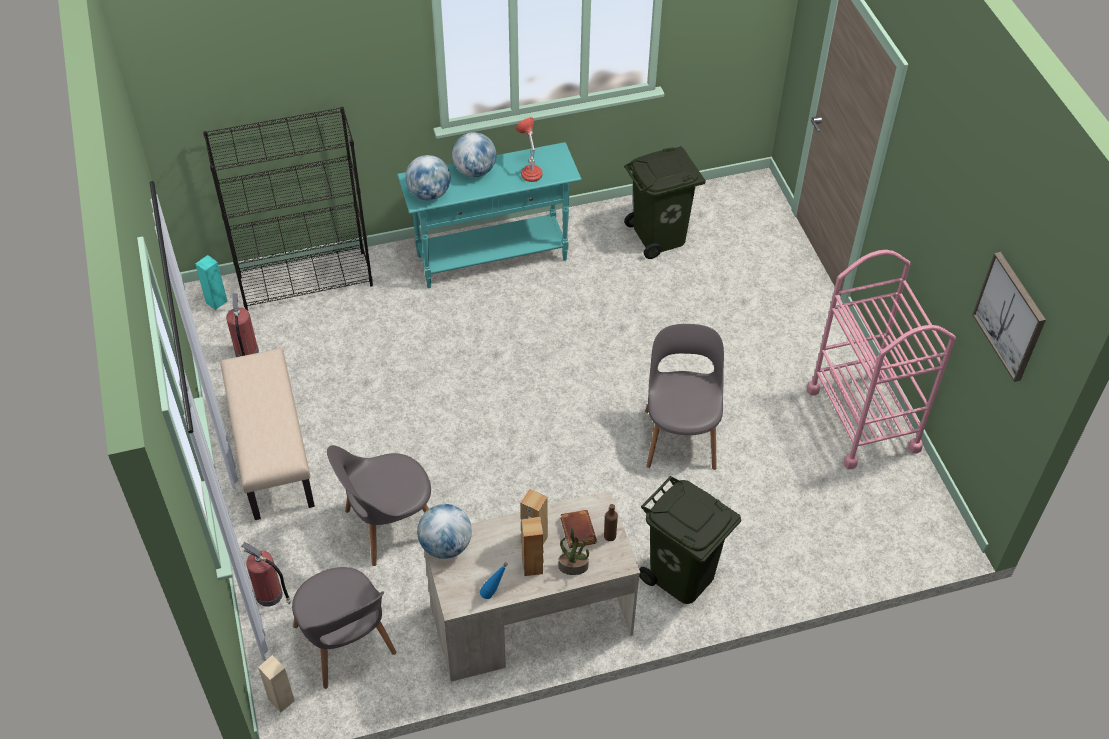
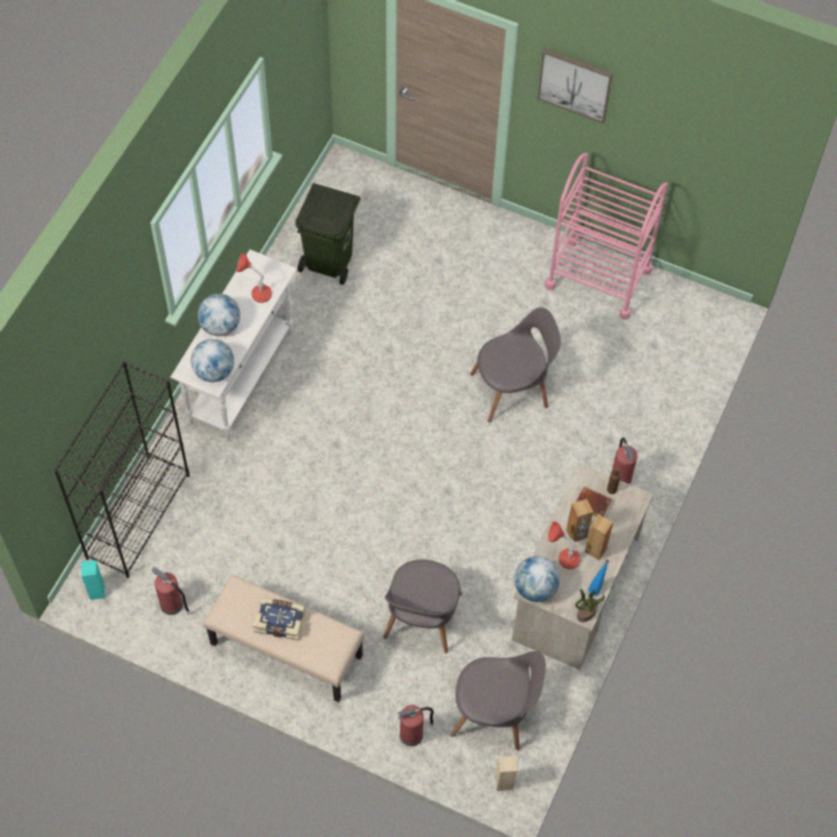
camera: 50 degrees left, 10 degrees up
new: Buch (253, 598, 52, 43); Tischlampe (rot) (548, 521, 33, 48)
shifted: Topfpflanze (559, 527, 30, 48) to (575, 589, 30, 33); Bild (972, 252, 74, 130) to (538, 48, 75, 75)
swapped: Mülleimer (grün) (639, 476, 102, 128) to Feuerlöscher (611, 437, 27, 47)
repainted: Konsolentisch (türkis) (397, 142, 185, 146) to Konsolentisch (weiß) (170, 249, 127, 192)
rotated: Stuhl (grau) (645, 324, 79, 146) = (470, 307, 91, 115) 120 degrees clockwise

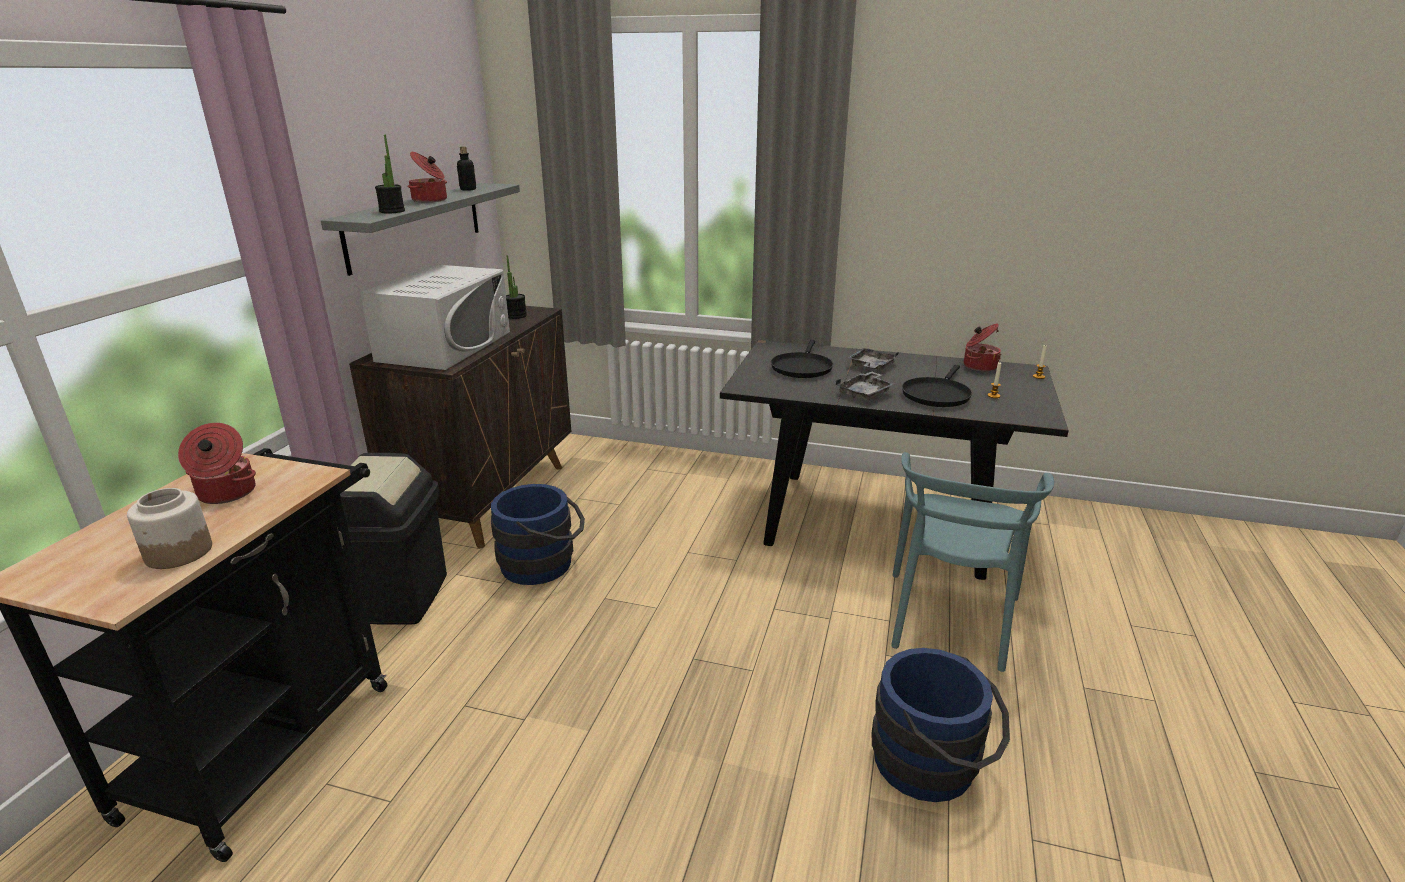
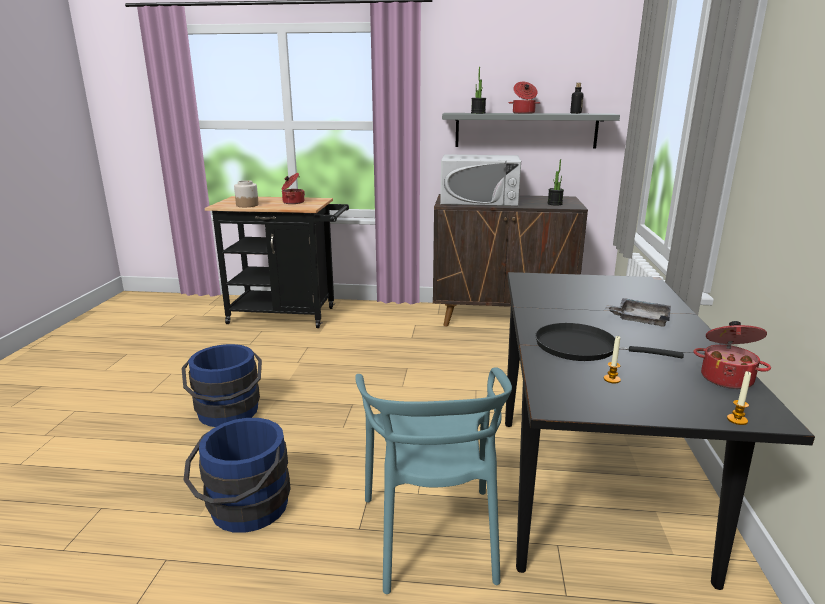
camera: 80 degrees right, 5 degrees down
gone: Mülleimer (schwarz) (340, 453, 107, 172); Pfanne (schwarz) (771, 340, 62, 38); Tablett (grau) (836, 371, 60, 29)
shifted: Eimer (blau) (491, 484, 94, 101) to (181, 344, 81, 83)
rotated: Stuhl (türkis) (891, 452, 163, 220) = (355, 367, 157, 227) 105 degrees counterclockwise

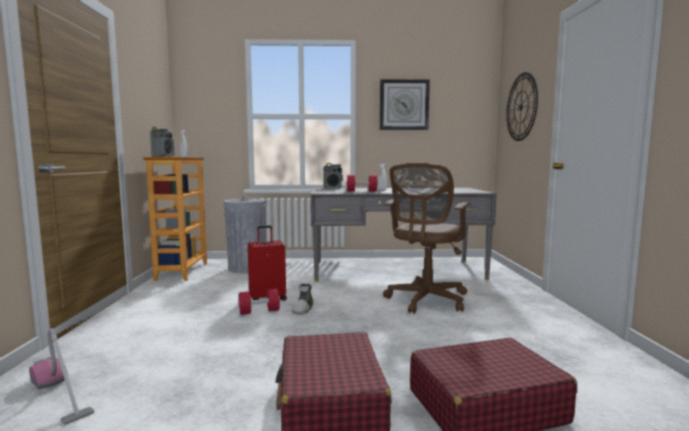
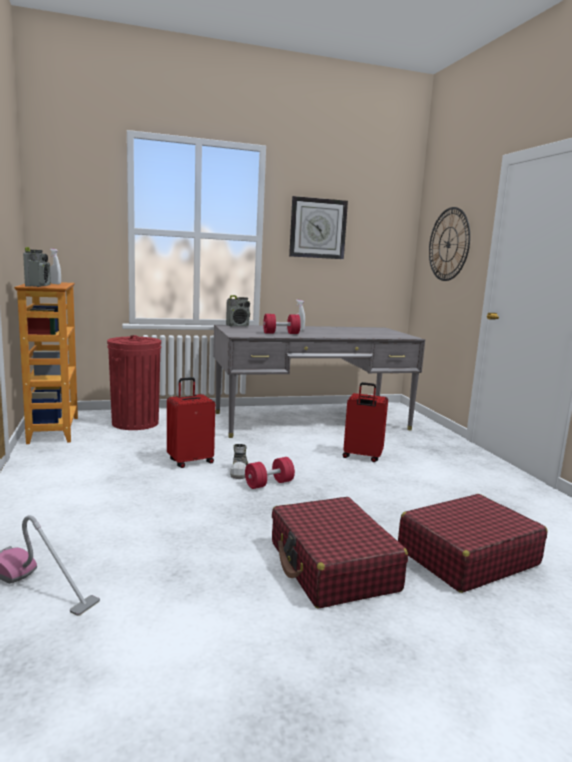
camera: 15 degrees left, 5 degrees up
shifted: Hantel (rot) (238, 289, 42, 26) to (245, 457, 50, 32)
swapped: Bürostuhl (braun) (383, 163, 88, 151) to Koffer (rot) (343, 382, 45, 80)
repainted: Mülleimer (grau) (223, 196, 44, 78) to Mülleimer (rot) (107, 335, 54, 95)

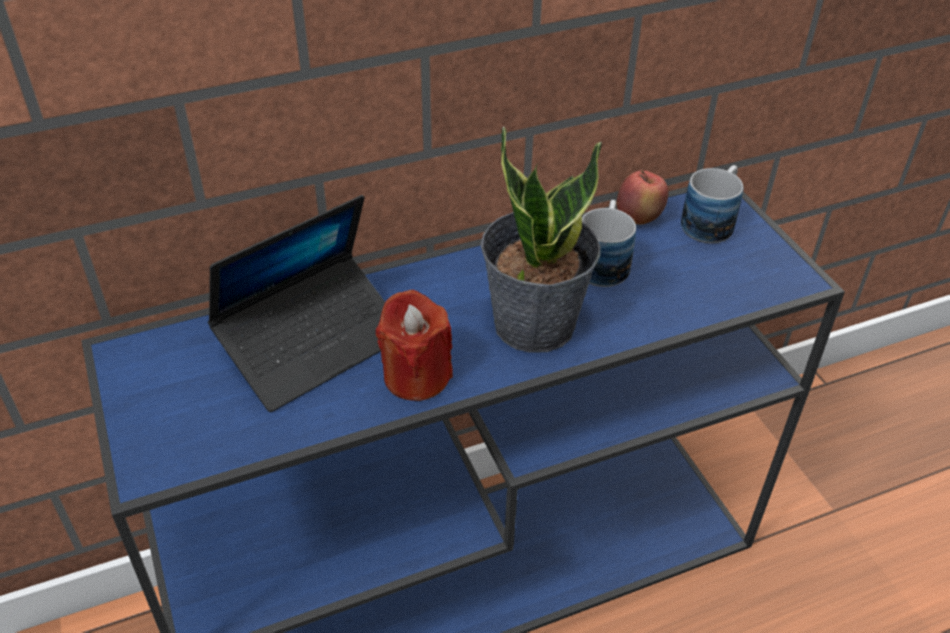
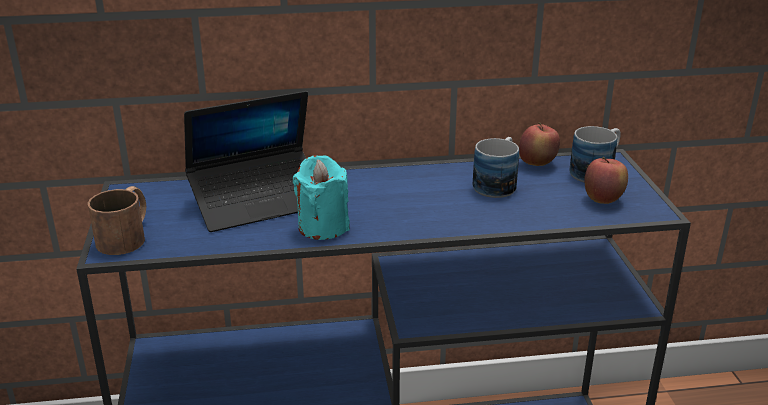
camera: 15 degrees right, 15 degrees down
gone: Topfpflanze (480, 126, 122, 227)
new: Henkelbecher (braun) (88, 186, 58, 69); Apfel (585, 157, 43, 47)
repainted: Kerze (rot) (376, 289, 77, 112) to Kerze (türkis) (293, 155, 57, 85)

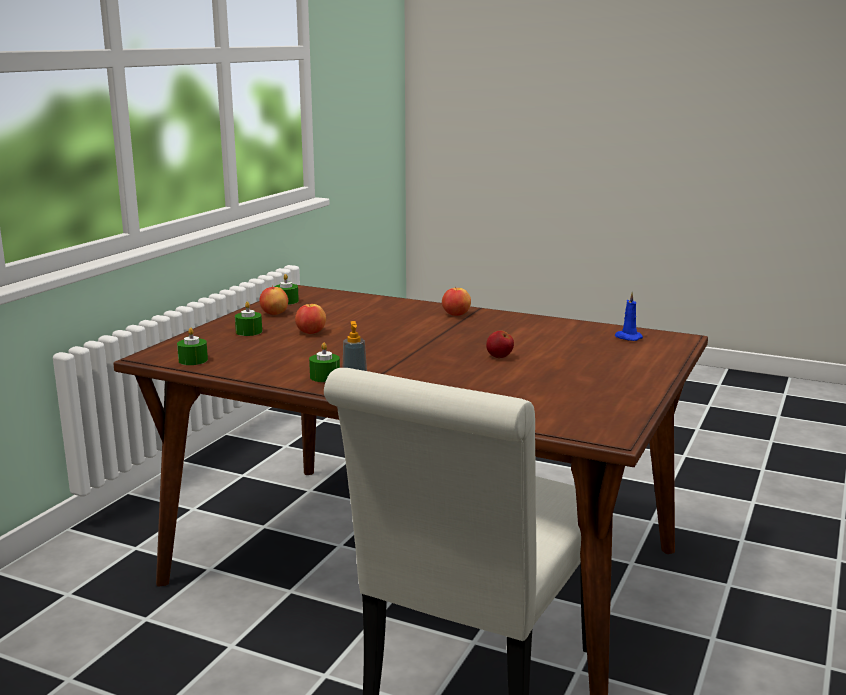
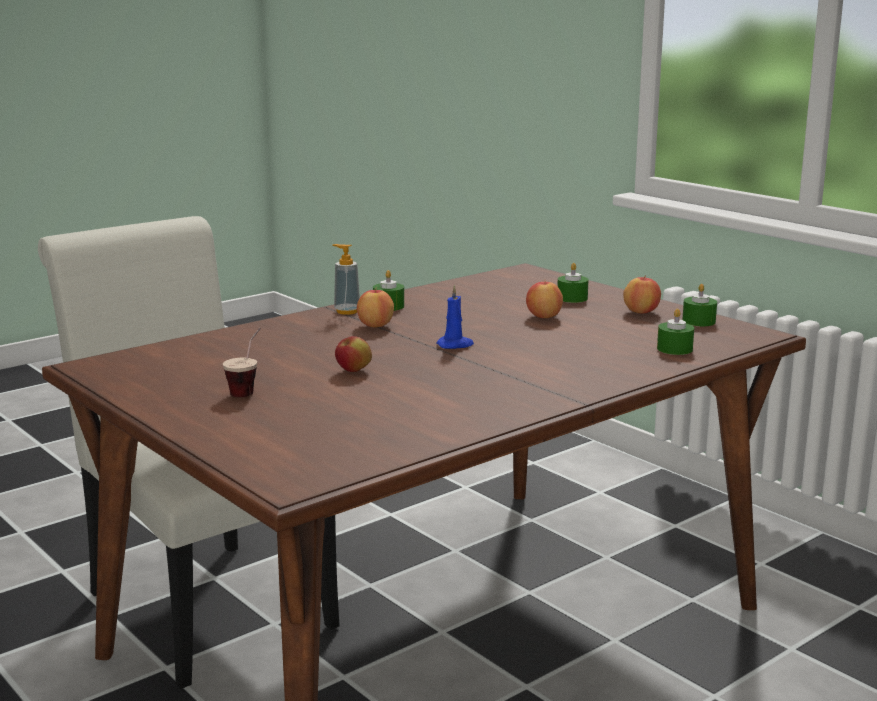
camera: 115 degrees right, 0 degrees up
new: Tasse (223, 328, 38, 69)
shifted: Kerze (grün) (177, 328, 31, 37) to (657, 309, 37, 46); Apfel (442, 287, 29, 29) to (357, 290, 37, 37); Kerze (blau) (615, 292, 28, 49) to (436, 285, 38, 64)

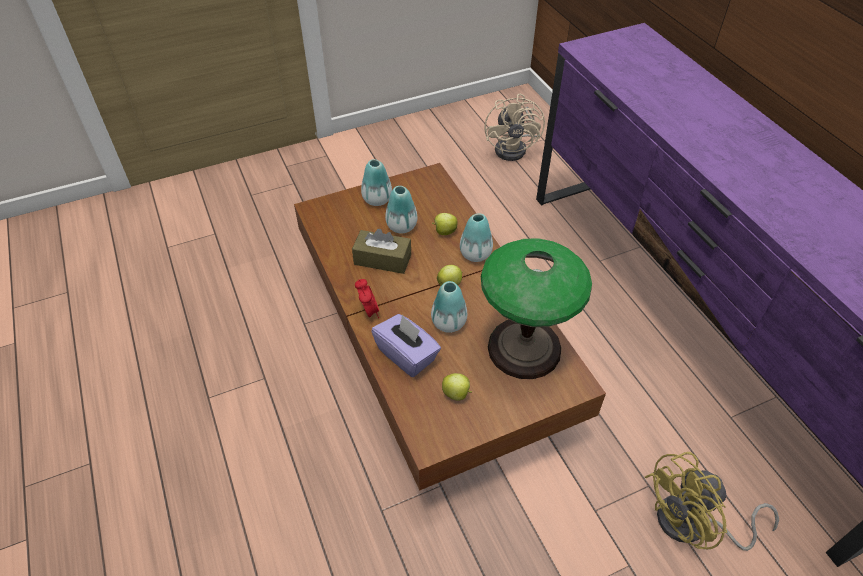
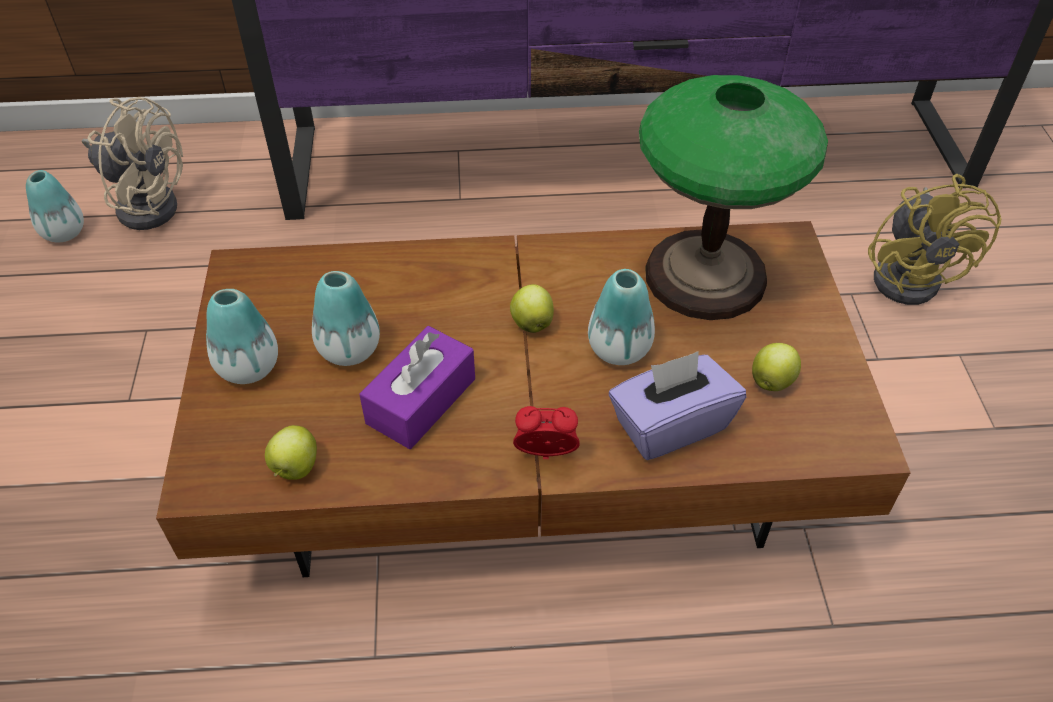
camera: 70 degrees left, 0 degrees up
shifted: Apfel (432, 213, 26, 22) to (265, 425, 52, 55); Vase (460, 213, 33, 49) to (26, 170, 58, 73)
repainted: Taschentuchbox (braun) (352, 229, 59, 45) to Taschentuchbox (lila) (359, 326, 116, 123)

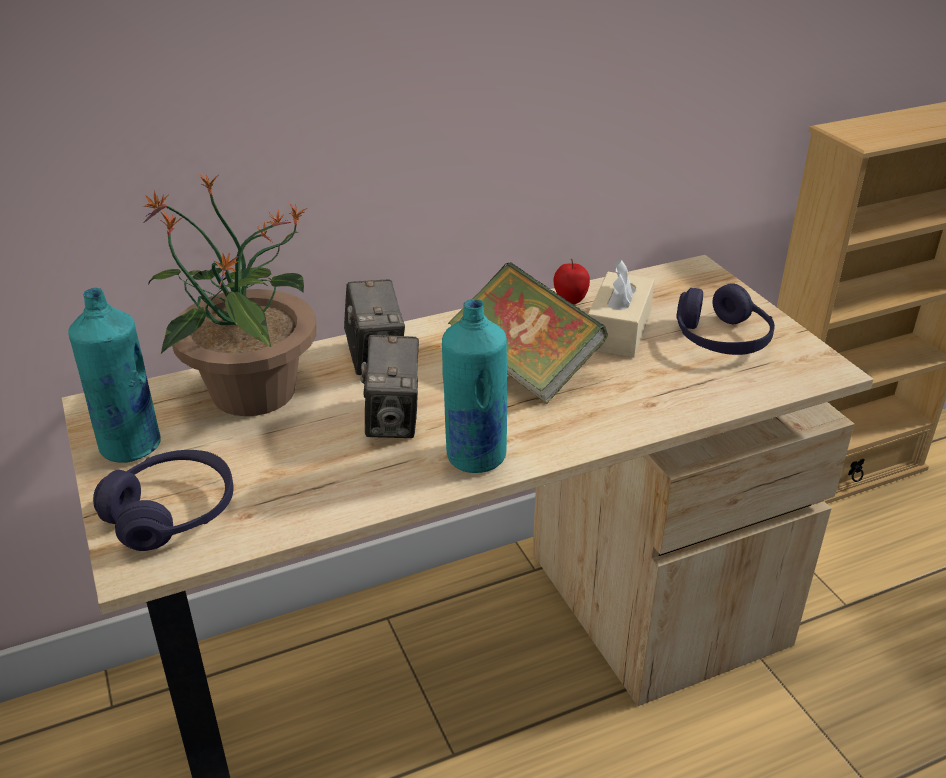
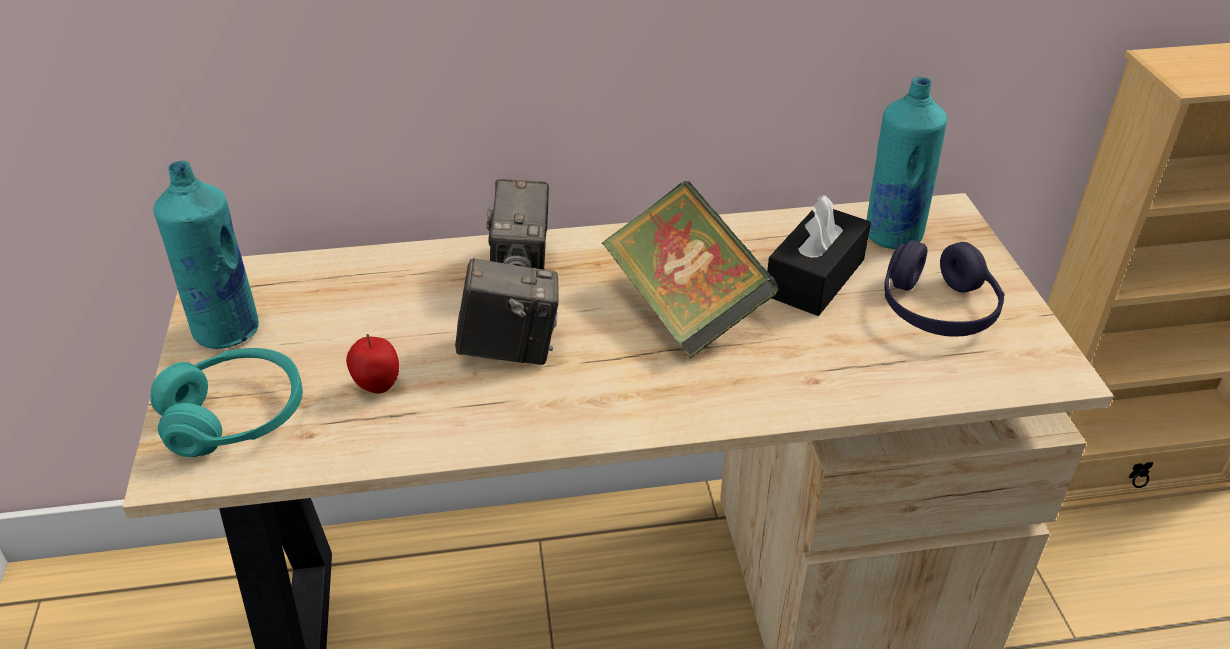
camera: 15 degrees right, 5 degrees up
gone: Topfpflanze (142, 172, 175, 244)
shifted: Flasche (türkis) (442, 299, 65, 174) to (867, 77, 80, 172); Apfel (553, 259, 37, 46) to (346, 334, 53, 59)
repainted: Kopfhörer (lila) (93, 450, 141, 101) to Kopfhörer (türkis) (150, 348, 153, 109); Taschentuchbox (beige) (588, 259, 66, 99) to Taschentuchbox (schwarz) (767, 195, 104, 121)
rotated: Kamera (361, 335, 58, 103) = (455, 258, 104, 107) 105 degrees counterclockwise

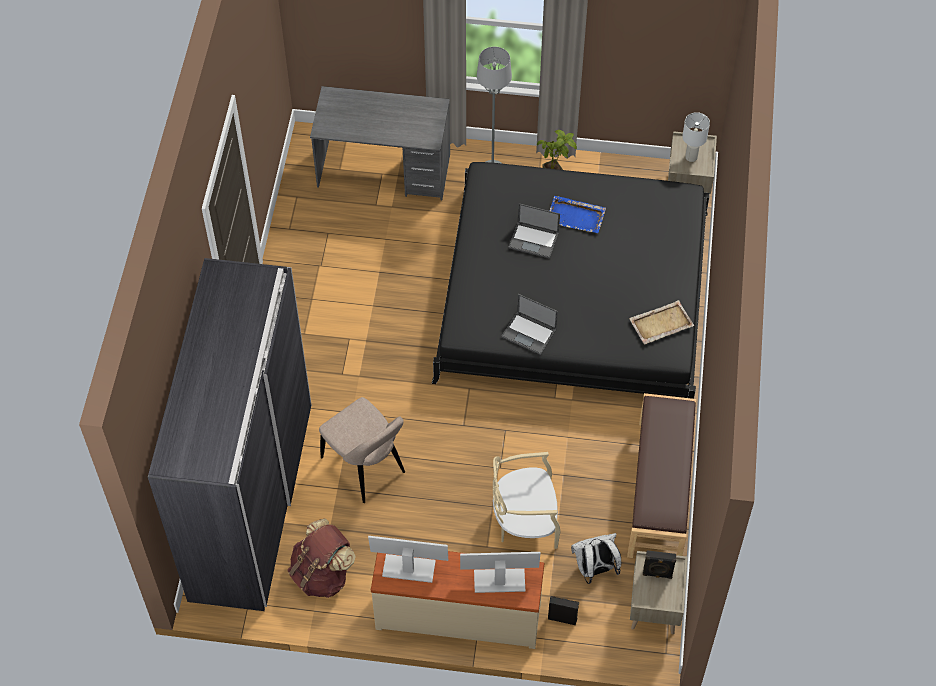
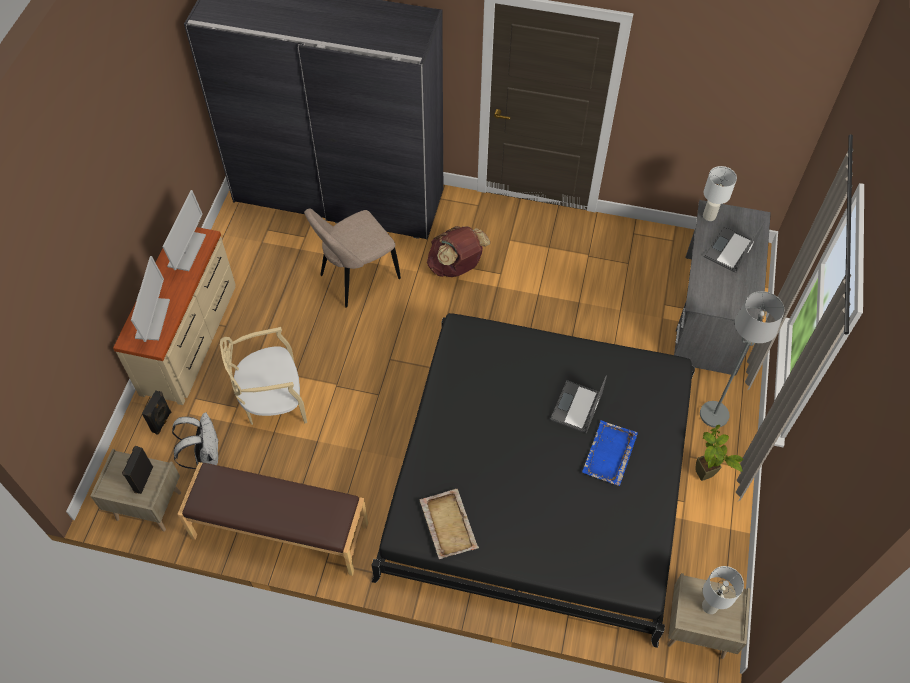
camera: 95 degrees right, 0 degrees up
new: Tischlampe (weiß) (703, 166, 34, 55)
shifted: Rucksack (braun) (287, 519, 69, 79) to (427, 226, 63, 51); Laptop (501, 294, 57, 61) to (704, 222, 60, 51)
rotated: Stuhl (beige) (493, 452, 68, 97) = (220, 327, 87, 98) 105 degrees counterclockwise

